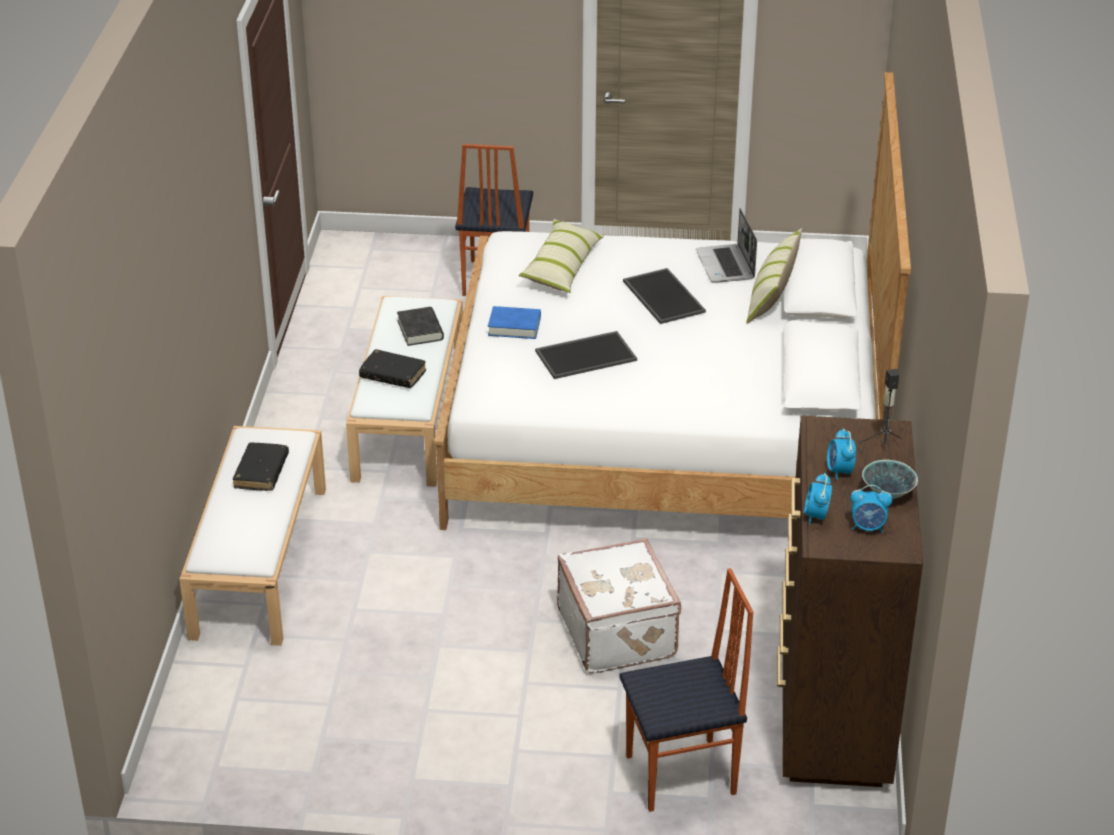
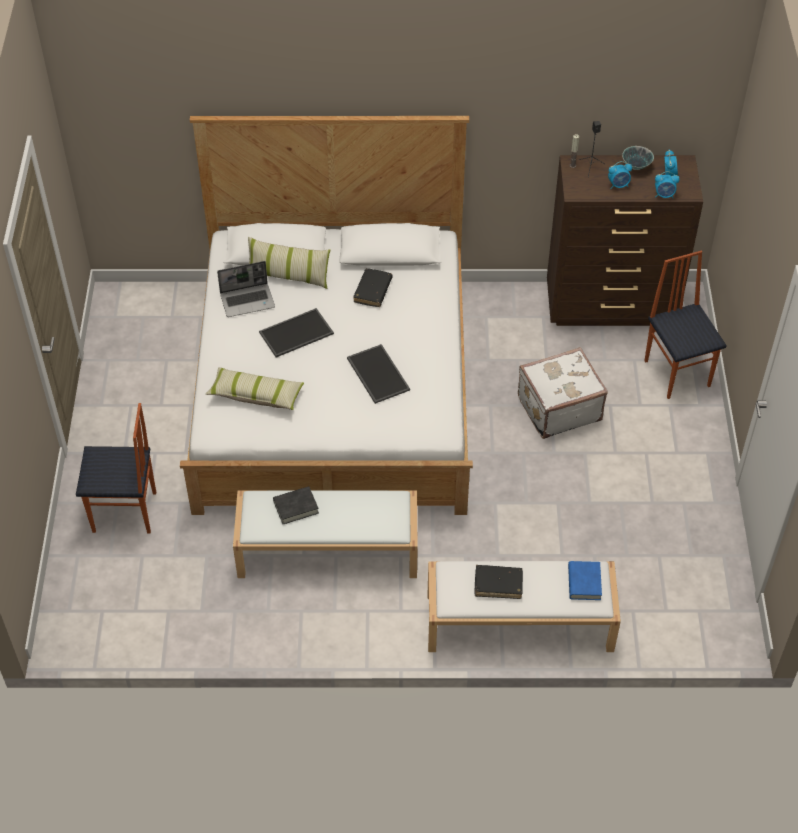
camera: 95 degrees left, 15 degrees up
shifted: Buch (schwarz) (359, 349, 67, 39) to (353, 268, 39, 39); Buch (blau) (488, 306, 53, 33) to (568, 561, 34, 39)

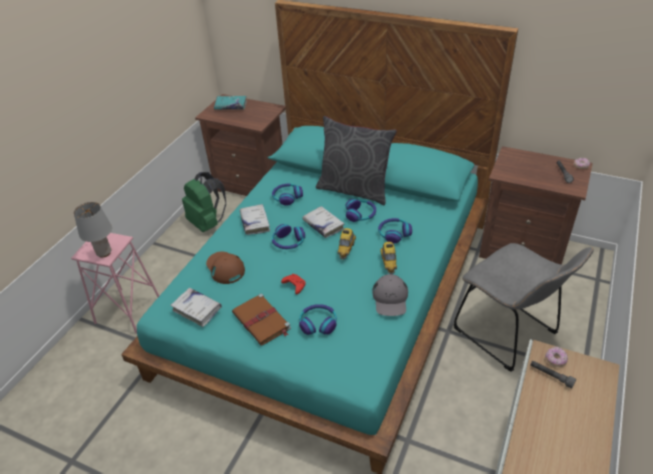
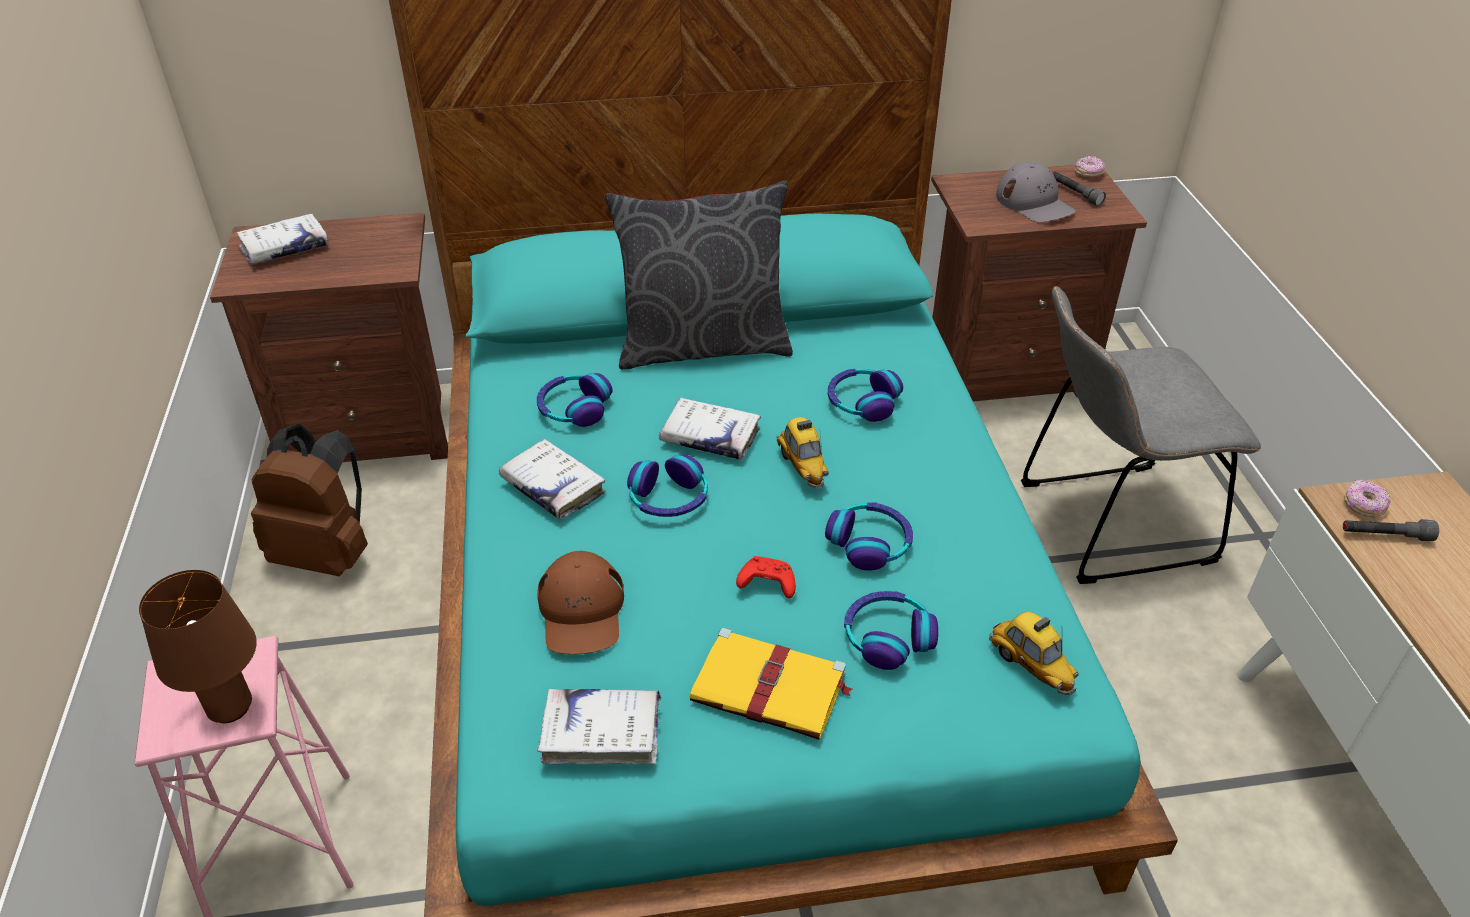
camera: 35 degrees left, 0 degrees up
shifted: Kopfhörer (345, 199, 31, 23) to (825, 502, 88, 69); Kappe (grau) (373, 274, 35, 42) to (996, 162, 79, 61); Spielzeugauto (380, 242, 17, 32) to (989, 612, 90, 84)
repainted: Tischlampe (grau) (74, 202, 38, 56) to Tischlampe (braun) (139, 570, 118, 153); Rucksack (grün) (182, 172, 44, 60) to Rucksack (braun) (251, 424, 117, 152); Buch (türkis) (214, 96, 33, 14) to Buch (weiß) (236, 213, 92, 51); Buch (braun) (232, 293, 59, 53) to Buch (gelb) (690, 628, 163, 112)
rotated: Kappe (braun) (206, 252, 39, 32) = (537, 551, 87, 103) 120 degrees counterclockwise; Stuhl (grau) (454, 243, 140, 129) = (1021, 286, 240, 298) 150 degrees clockwise

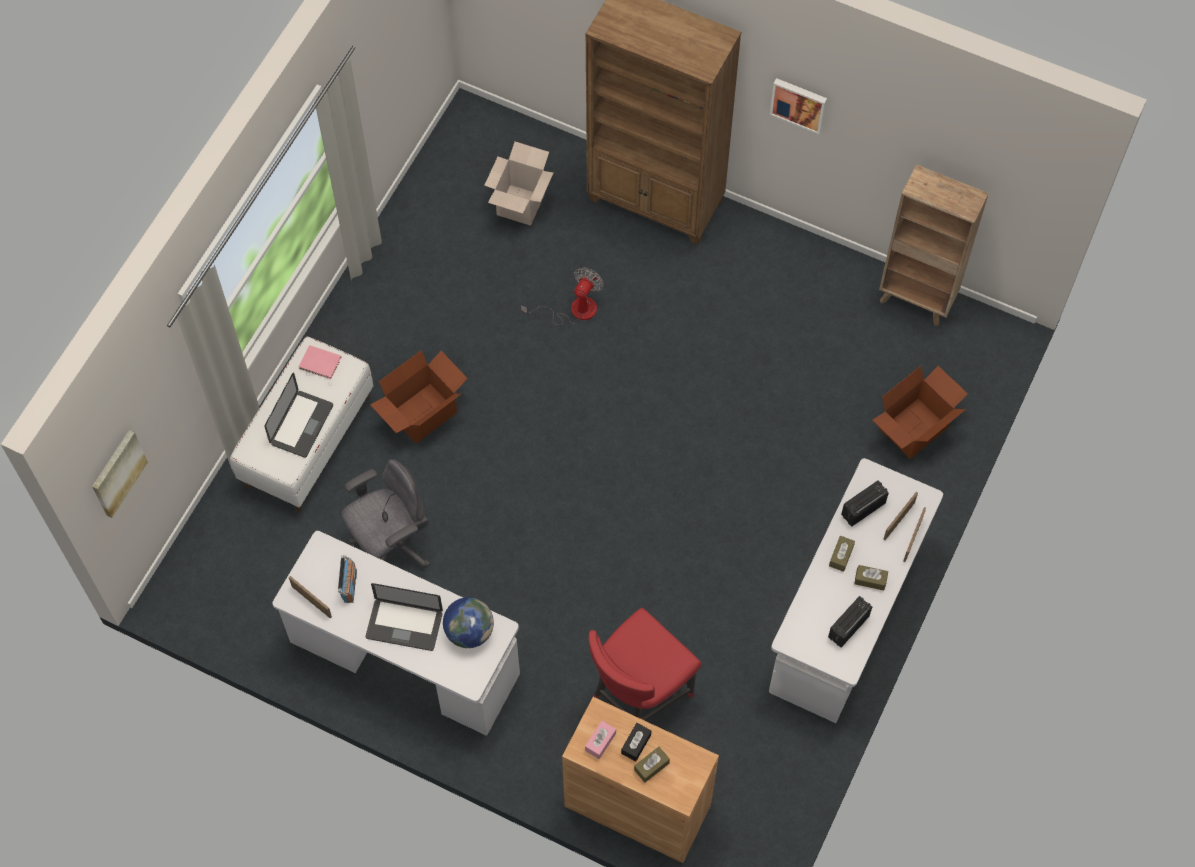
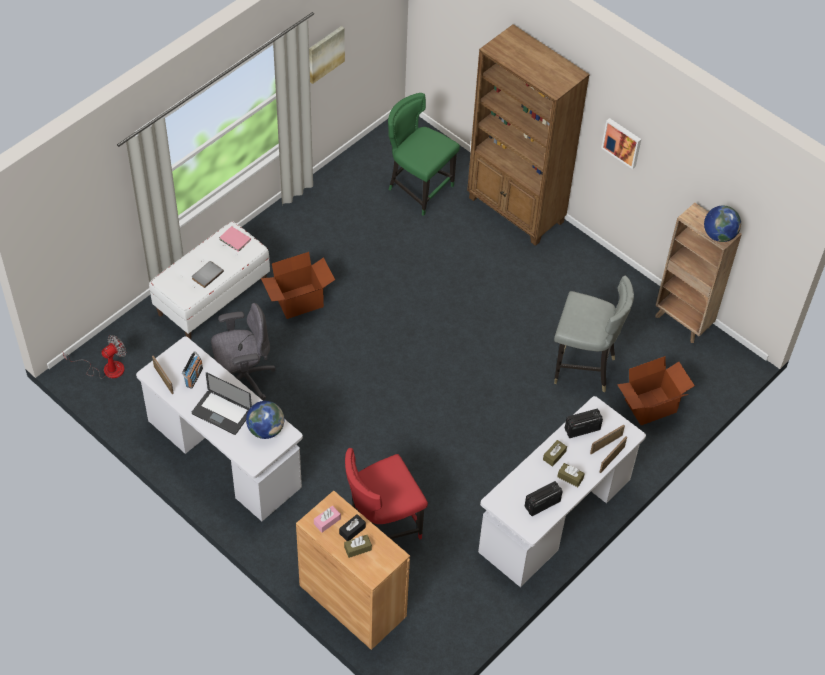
camera: 15 degrees right, 10 degrees down
new: Stuhl (grau) (554, 276, 80, 116); Globus (704, 206, 37, 36)
shifted: Bild (92, 430, 56, 88) to (309, 26, 36, 58); Ventilator (521, 267, 83, 58) to (63, 335, 63, 44)
swapped: Laptop (264, 372, 69, 86) to Buch (grau) (192, 261, 32, 27); Karton (484, 142, 69, 84) to Stuhl (grün) (388, 93, 72, 123)

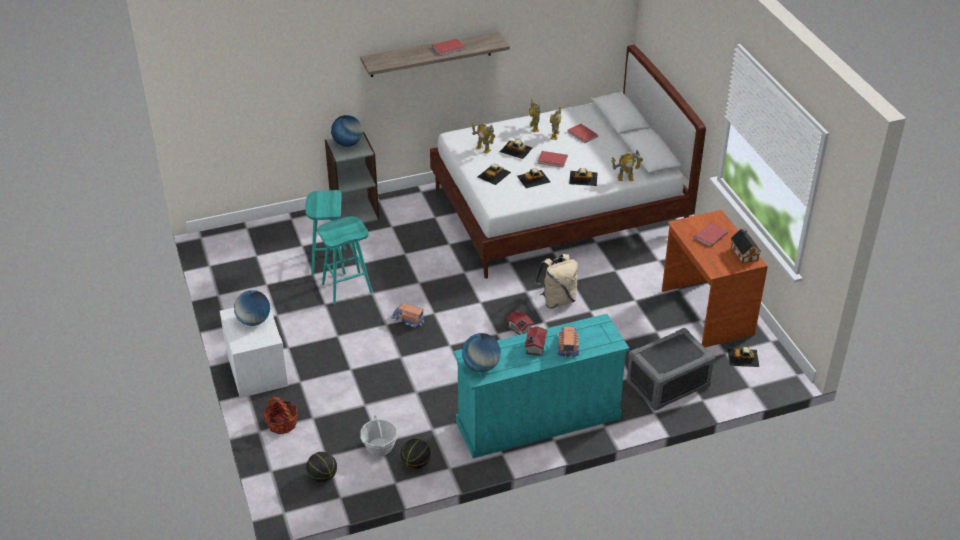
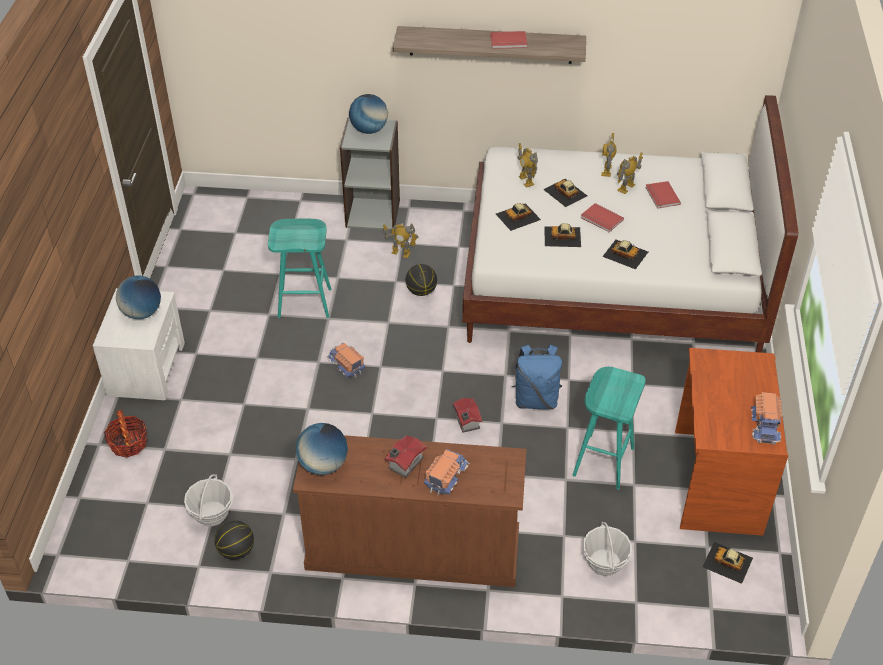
camera: 25 degrees right, 5 degrees up
gone: Buch (rot) (694, 223, 34, 24)
shifted: Hocker (türkis) (305, 190, 41, 86) to (573, 367, 73, 123); Basketball (306, 452, 31, 31) to (406, 264, 31, 32); Spielzeugroboter (611, 150, 32, 31) to (383, 223, 35, 35)
swapped: Aufbewahrungsbox (grau) (626, 328, 89, 83) to Korb (583, 522, 49, 54); Spielzeughaus (731, 229, 31, 35) to Spielzeuglaster (751, 392, 31, 53)
repainted: Kommode (türkis) (454, 314, 175, 144) to Kommode (braun) (293, 435, 233, 152); Rucksack (beige) (535, 254, 43, 54) to Rucksack (blau) (512, 344, 51, 65)

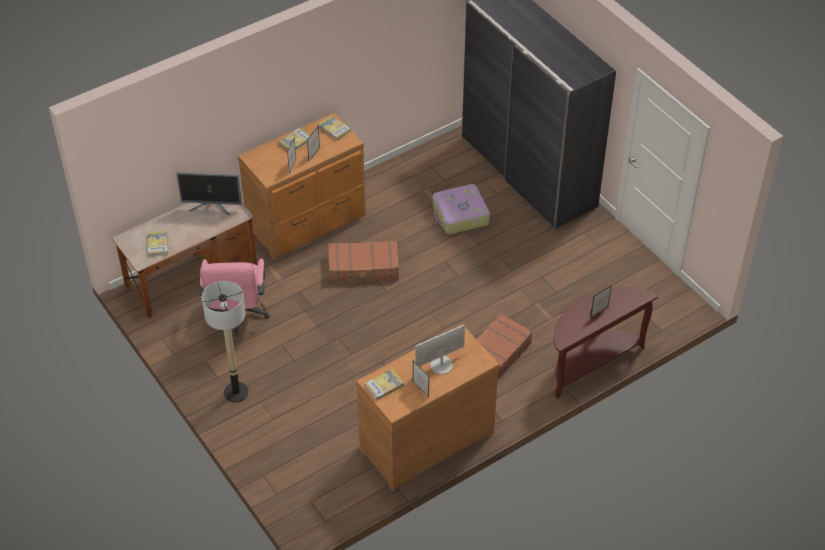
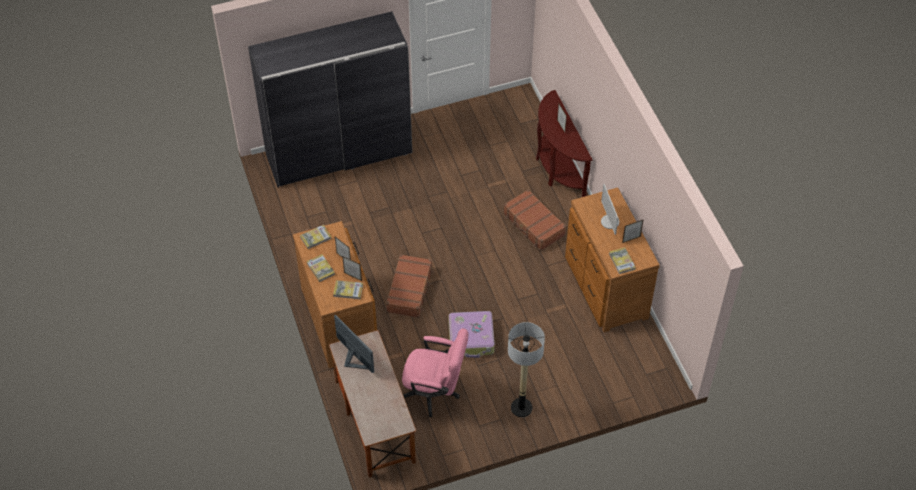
camera: 75 degrees left, 5 degrees up
shifted: Buch (147, 230, 21, 27) to (333, 280, 30, 19); Koffer (433, 184, 57, 50) to (448, 311, 47, 47)
rotated: Monitor (176, 172, 66, 43) = (334, 315, 40, 58) 60 degrees counterclockwise

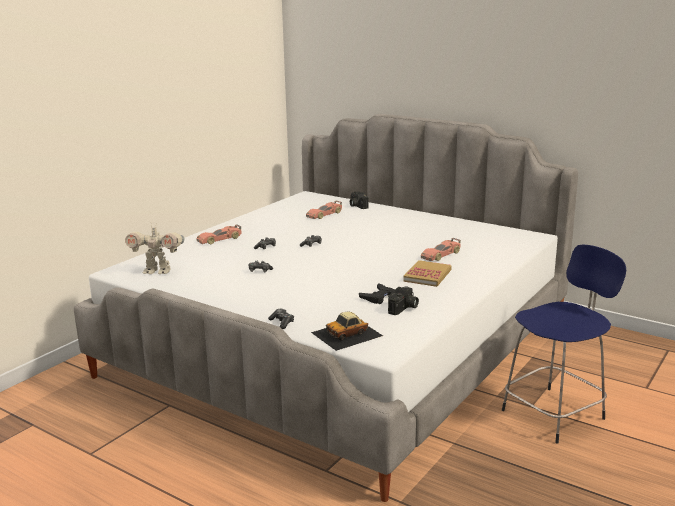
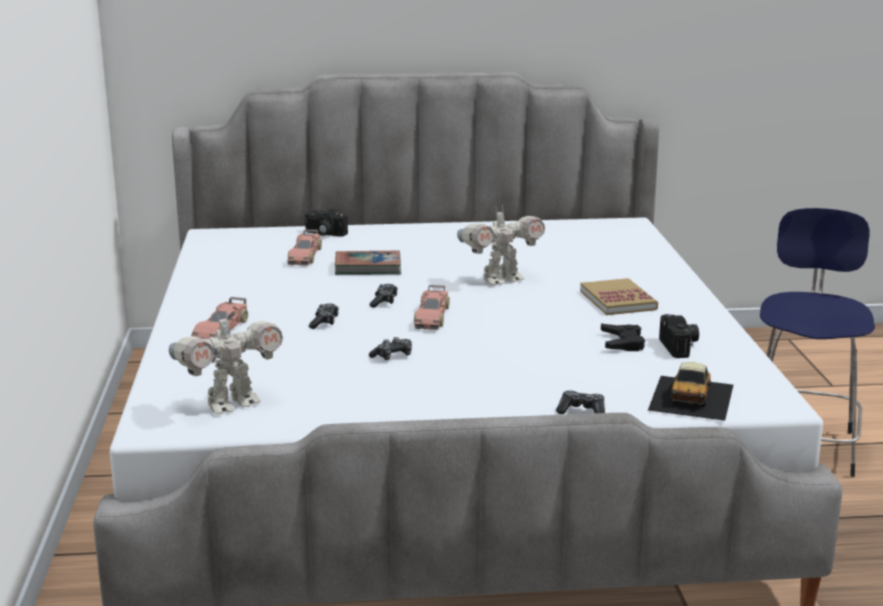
camera: 40 degrees left, 0 degrees up
new: Buch (335, 251, 66, 24); Spielzeugroboter (457, 204, 88, 81)
shifted: Spielzeugauto (421, 238, 40, 23) to (414, 285, 36, 45)

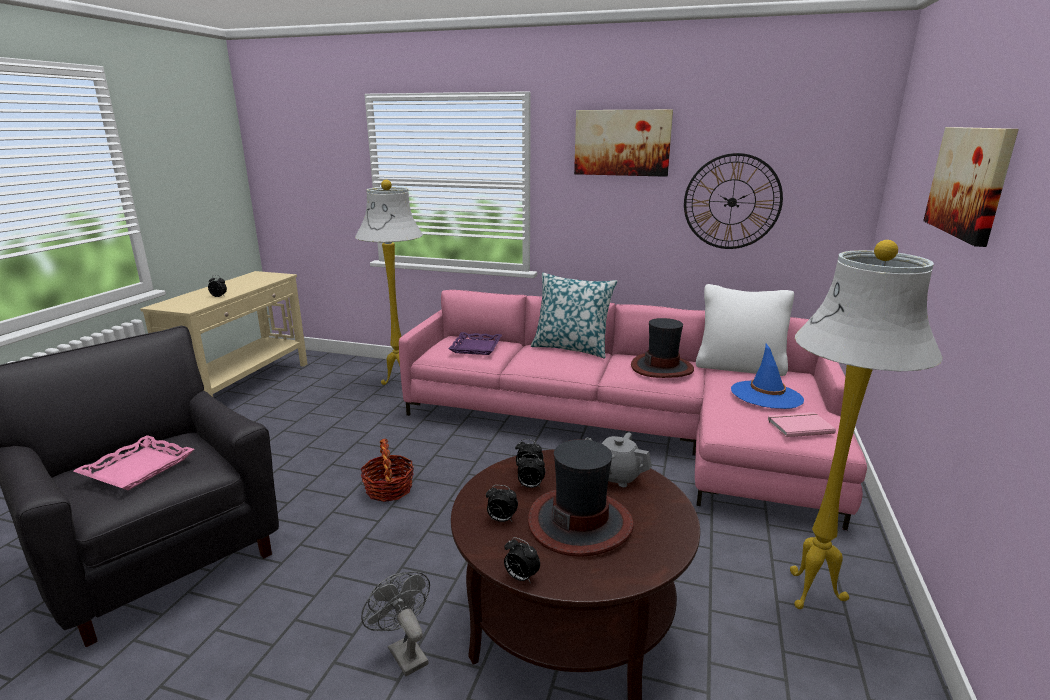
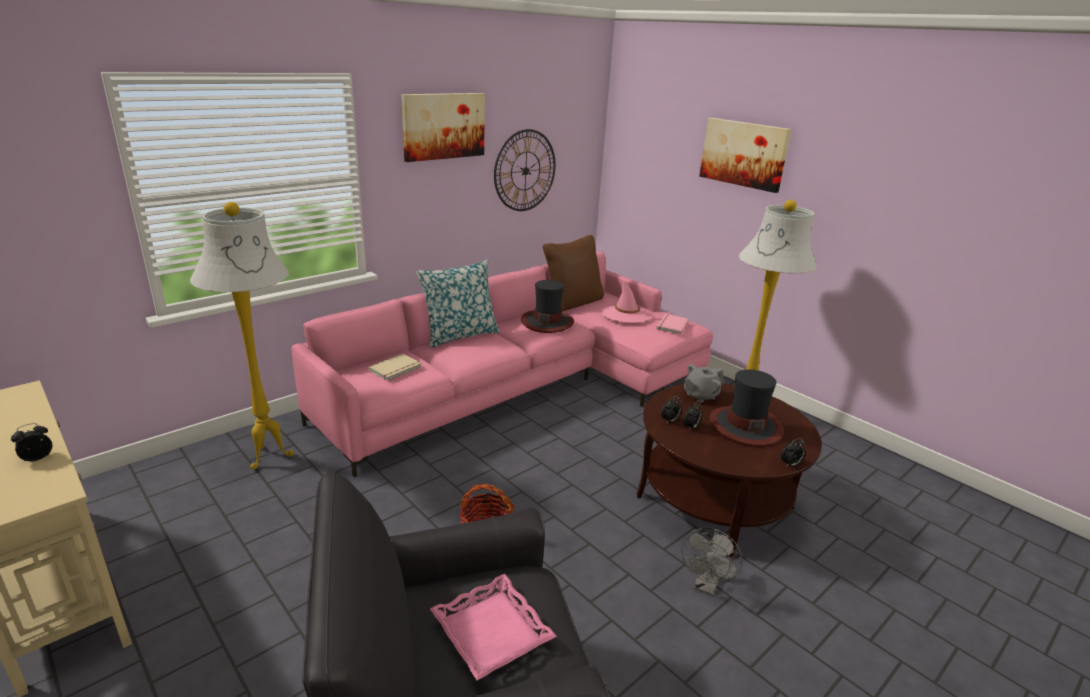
camera: 60 degrees left, 5 degrees up
gone: Wecker (486, 485, 32, 37)
swapped: Tablett (lila) (448, 332, 54, 23) to Buch (beige) (368, 354, 53, 27)
repainted: Kissen (weiß) (696, 284, 98, 92) to Kissen (braun) (542, 235, 62, 76); Hut (blau) (731, 344, 73, 65) to Hut (rosa) (601, 278, 51, 45)
rotated: Ventilator (grau) (361, 572, 69, 104) = (682, 528, 61, 68) 60 degrees counterclockwise

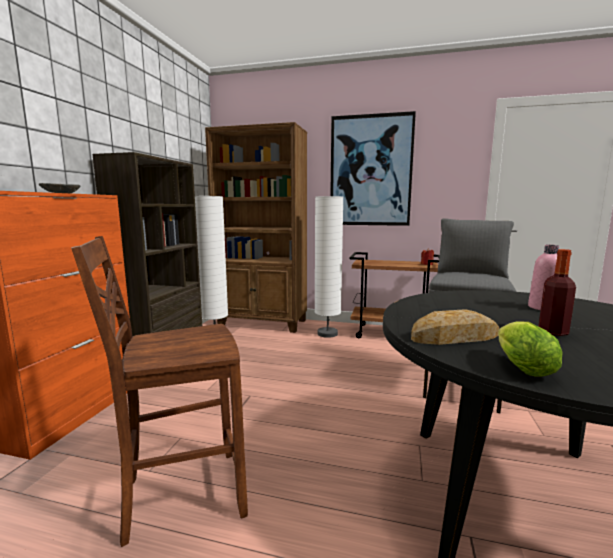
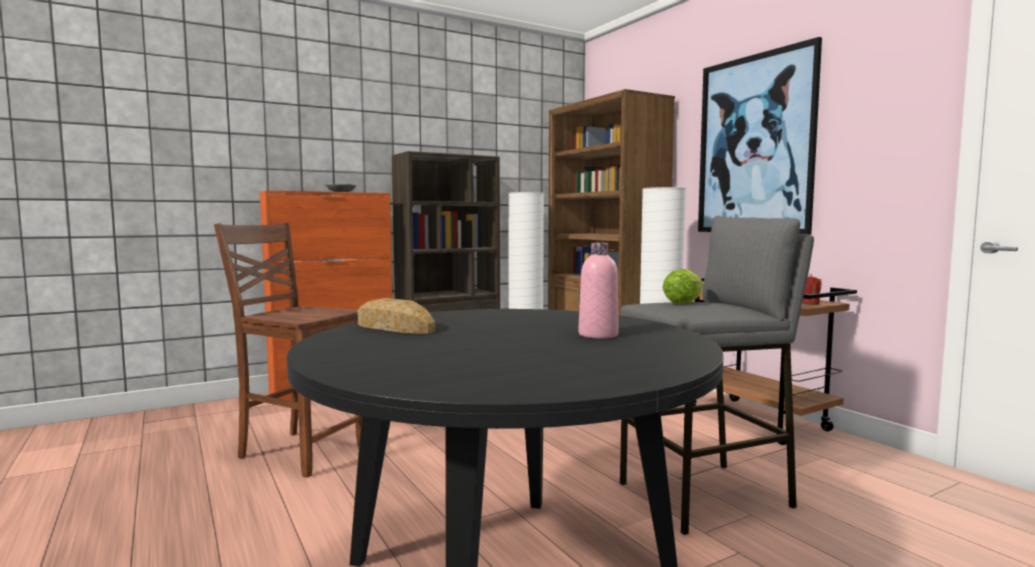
camera: 45 degrees right, 5 degrees down
gone: Flasche (539, 249, 37, 87)
shifted: Salatkopf (498, 321, 65, 56) to (662, 269, 41, 35)

